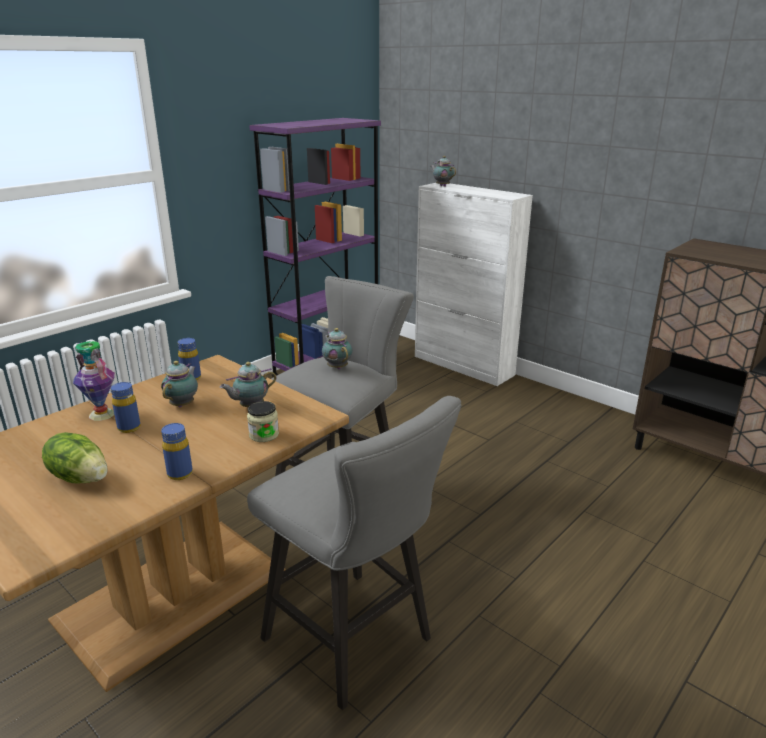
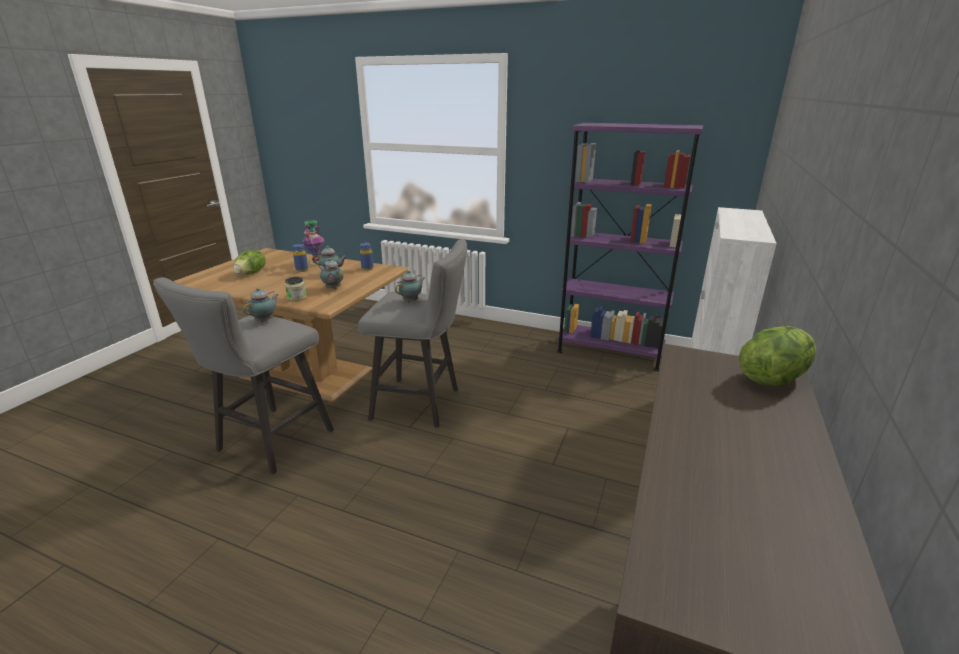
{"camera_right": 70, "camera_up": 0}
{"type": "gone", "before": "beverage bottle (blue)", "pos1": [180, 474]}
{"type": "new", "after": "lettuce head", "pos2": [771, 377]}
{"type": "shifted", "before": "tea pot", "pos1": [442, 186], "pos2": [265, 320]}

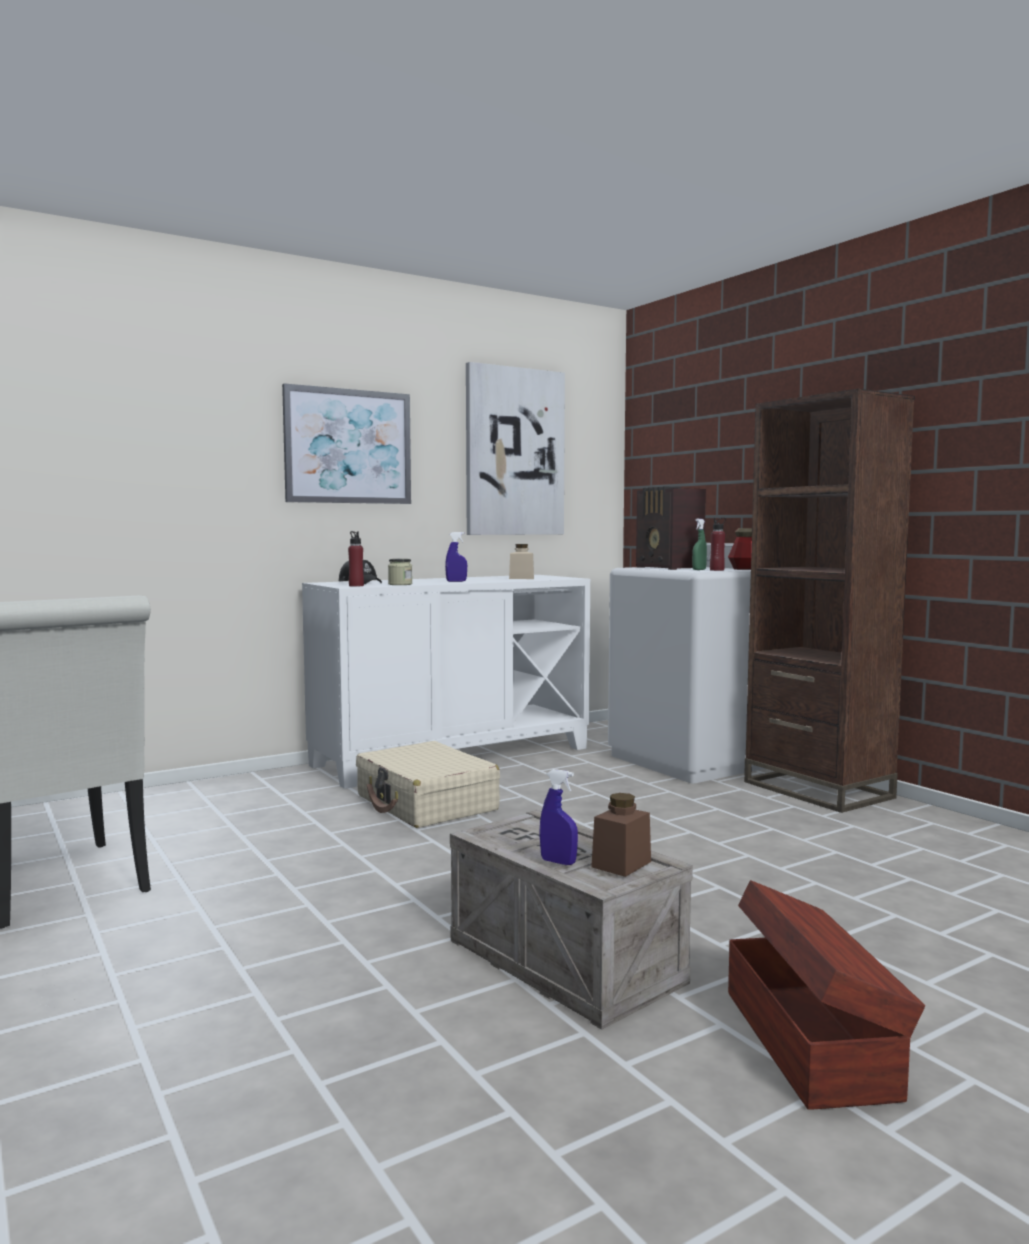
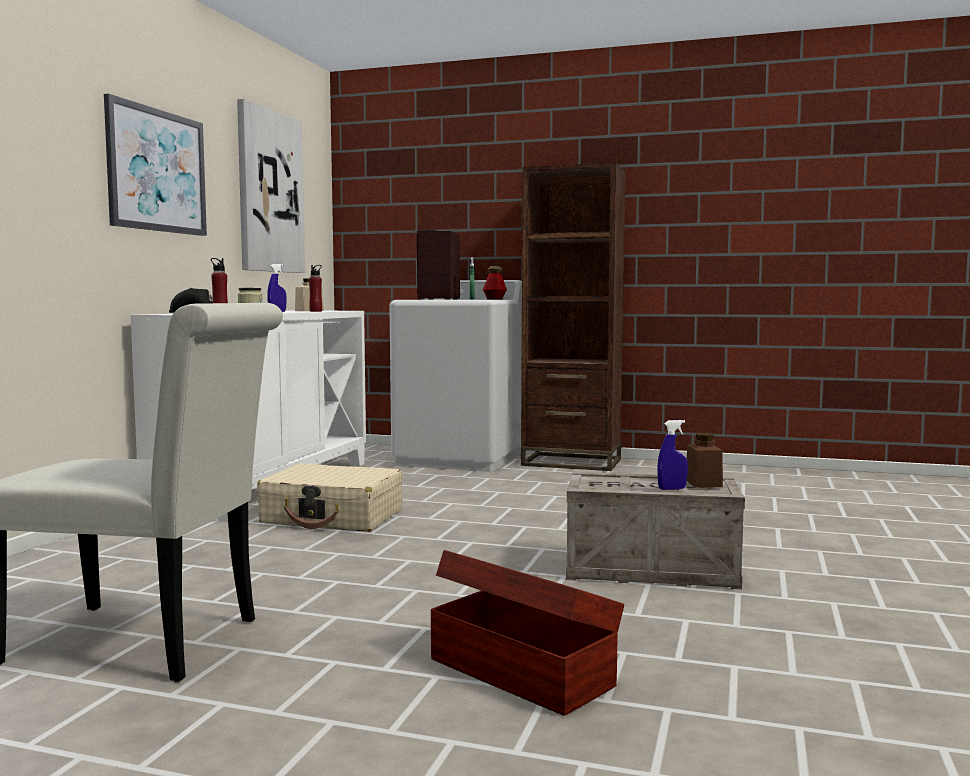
{"camera_right": -40, "camera_up": 0}
{"type": "shifted", "before": "beverage bottle (reddish)", "pos1": [717, 570], "pos2": [316, 311]}
{"type": "shifted", "before": "storage bin (brown)", "pos1": [810, 1041], "pos2": [521, 671]}
{"type": "rotated", "before": "radio receiver", "pos1": [669, 568], "pos2": [437, 299], "turn": 75}

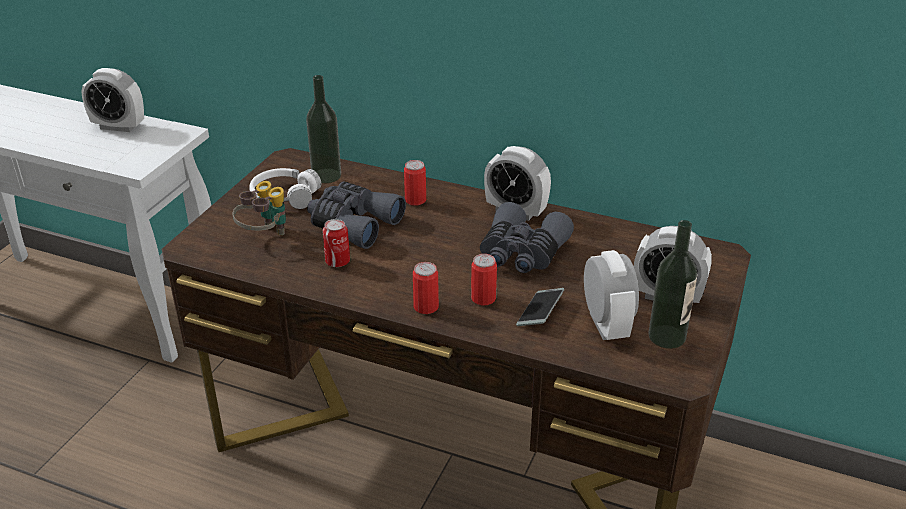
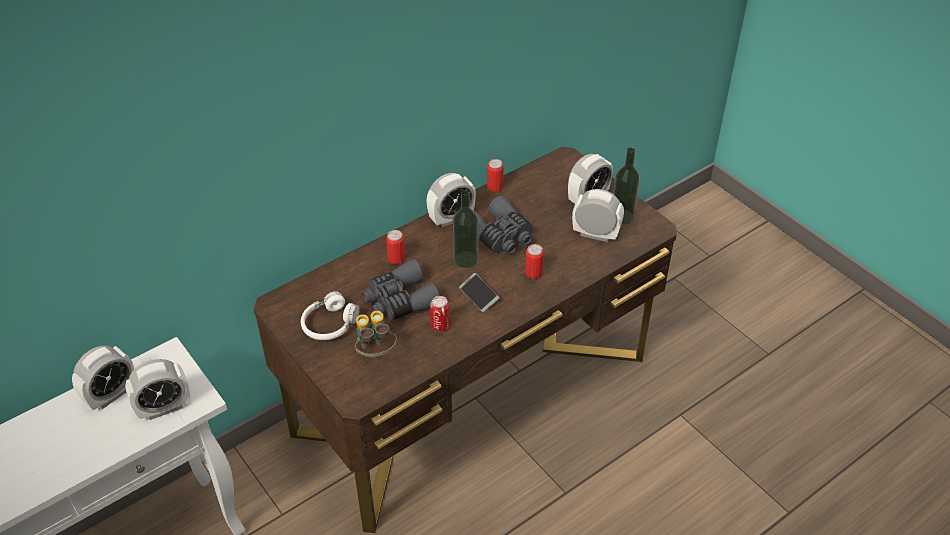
{"camera_right": -60, "camera_up": 10}
{"type": "new", "after": "bedside clock", "pos2": [164, 408]}
{"type": "shifted", "before": "beverage bottle", "pos1": [326, 176], "pos2": [465, 259]}
{"type": "shifted", "before": "metal can", "pos1": [426, 307], "pos2": [495, 187]}
{"type": "shifted", "before": "phone", "pos1": [540, 312], "pos2": [479, 296]}

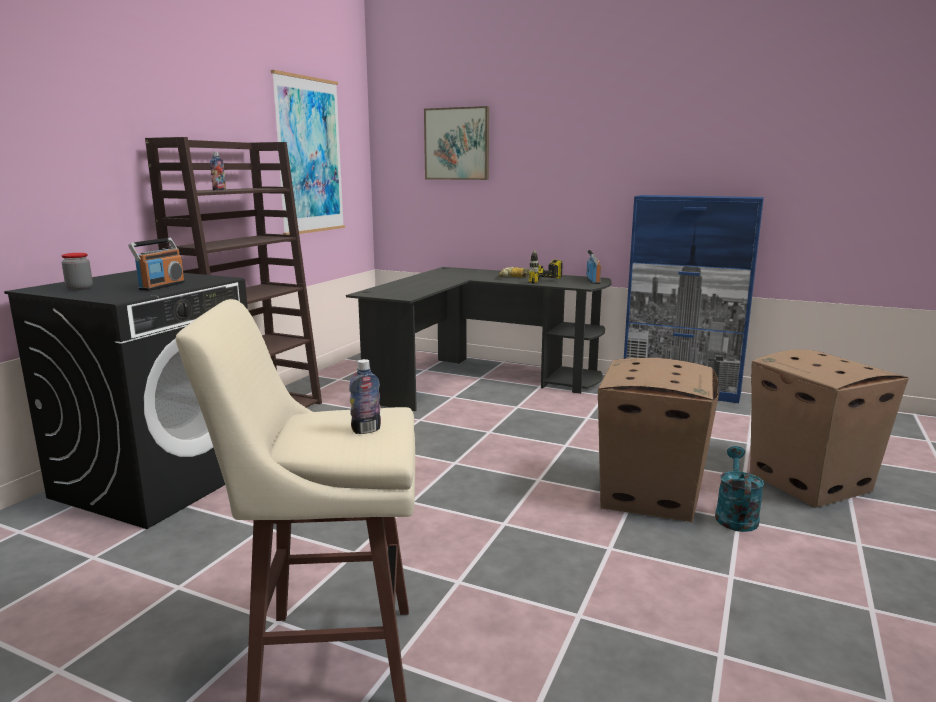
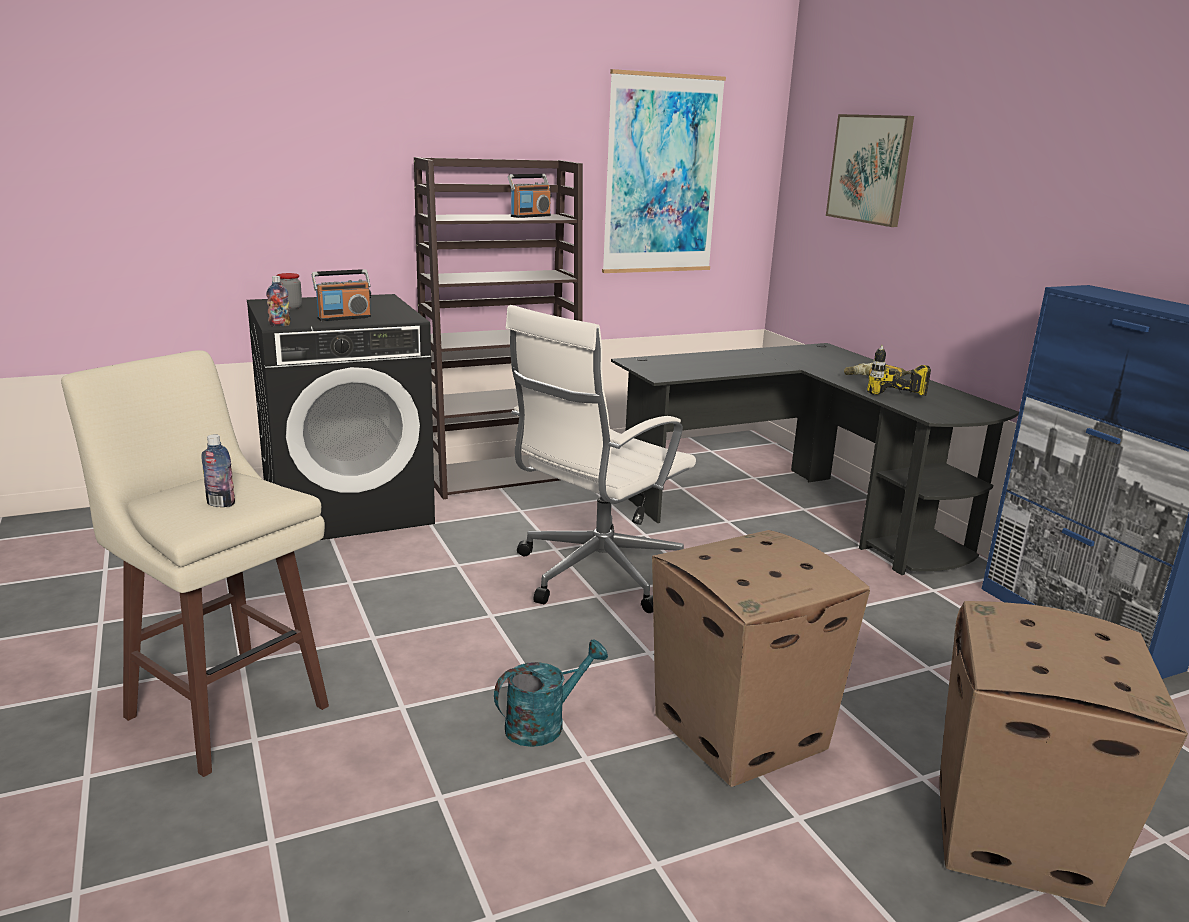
{"camera_right": 40, "camera_up": 5}
{"type": "new", "after": "computer chair (white-coloured)", "pos2": [595, 574]}
{"type": "shifted", "before": "beverage bottle", "pos1": [219, 190], "pos2": [279, 325]}
{"type": "shifted", "before": "radio receiver", "pos1": [593, 281], "pos2": [530, 216]}
{"type": "shifted", "before": "watering can (turquoise)", "pos1": [735, 515], "pos2": [544, 724]}

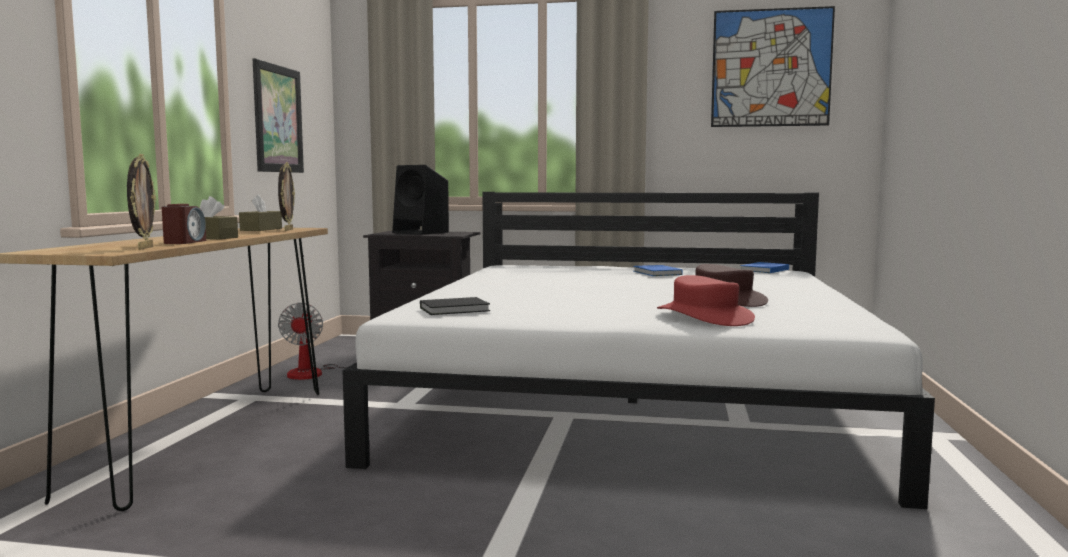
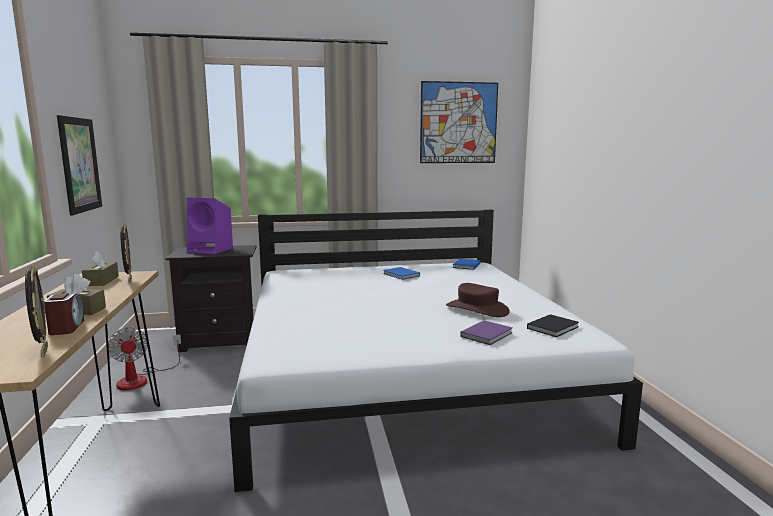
{"camera_right": -20, "camera_up": 5}
{"type": "shifted", "before": "book (black)", "pos1": [456, 309], "pos2": [554, 327]}
{"type": "swapped", "before": "wearable hat (reddish)", "after": "book (purple-coloured)", "pos1": [704, 316], "pos2": [488, 334]}
{"type": "repainted", "before": "loudspeaker (black)", "after": "loudspeaker (purple-coloured)", "pos1": [422, 232], "pos2": [211, 250]}

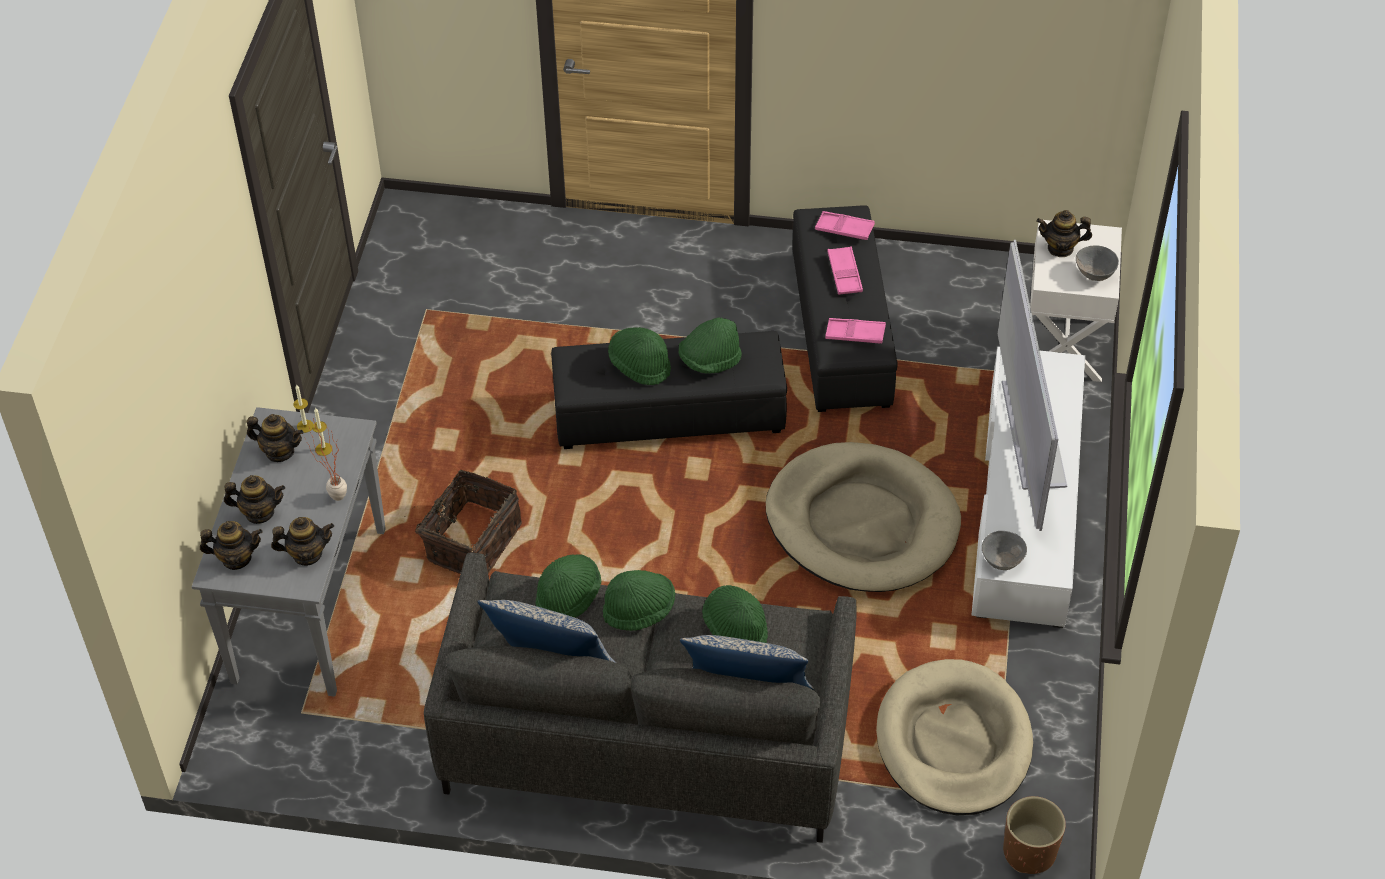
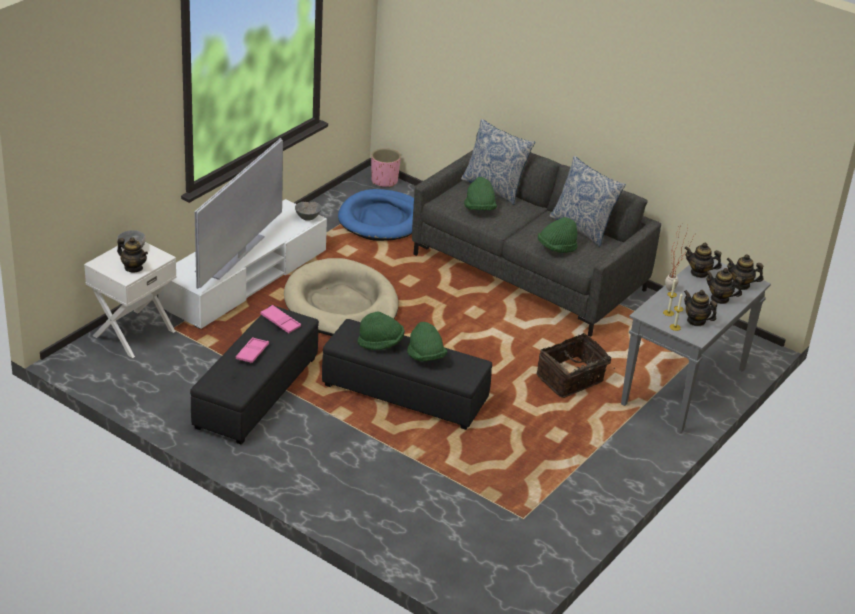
{"camera_right": -155, "camera_up": -15}
{"type": "gone", "before": "wearable hat (green-coloured)", "pos1": [639, 610]}
{"type": "gone", "before": "tray (pinkish)", "pos1": [844, 229]}
{"type": "repainted", "before": "pet bed (beige)", "after": "pet bed (blue)", "pos1": [953, 742], "pos2": [381, 219]}
{"type": "repainted", "before": "flower pot (brown)", "after": "flower pot (pinkish)", "pos1": [1029, 852], "pos2": [384, 181]}

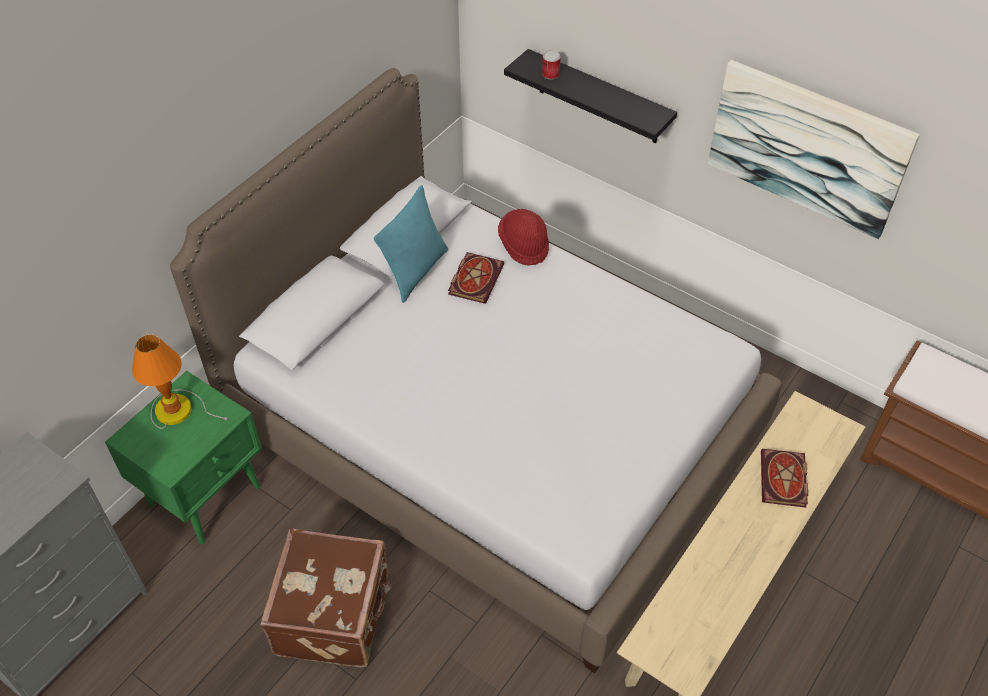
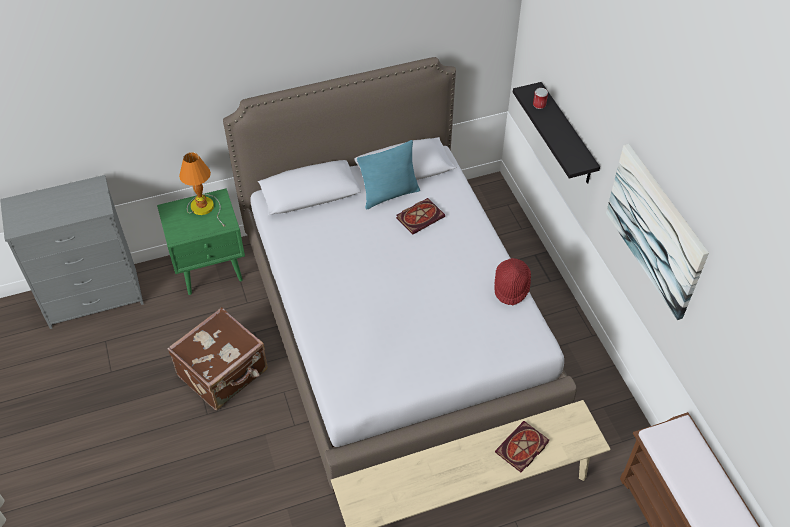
{"camera_right": 35, "camera_up": 0}
{"type": "shifted", "before": "wearable hat (reddish)", "pos1": [524, 245], "pos2": [511, 287]}

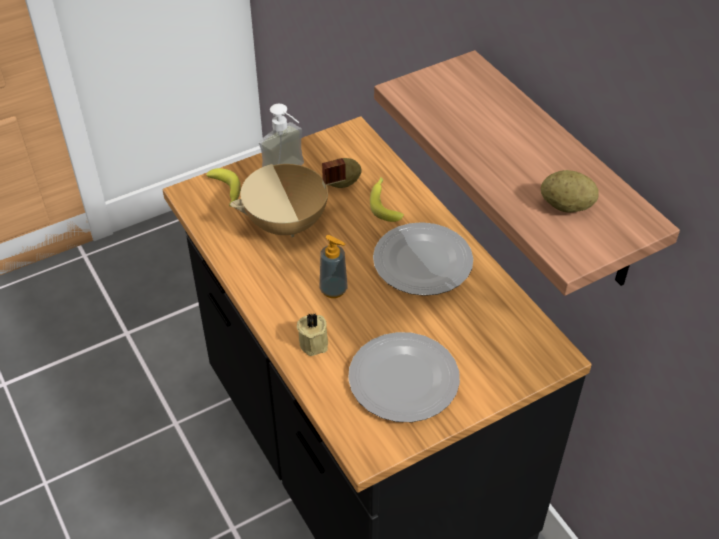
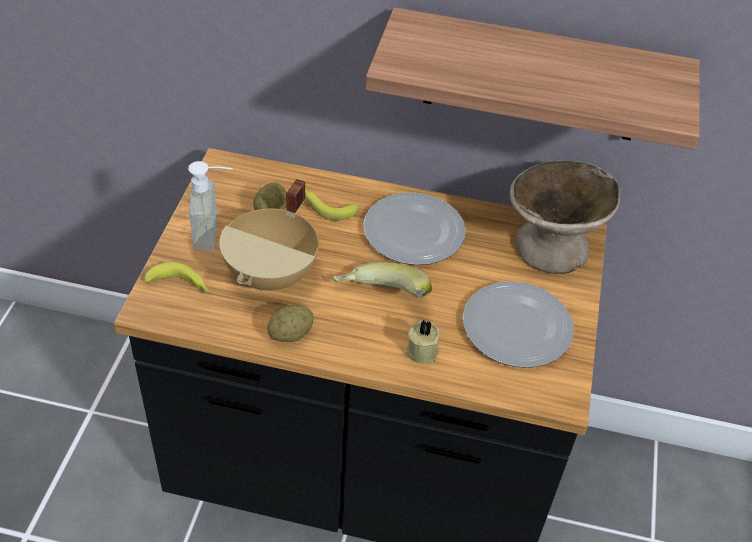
{"camera_right": -50, "camera_up": 0}
{"type": "new", "after": "bowl (beige)", "pos2": [551, 247]}
{"type": "shifted", "before": "spud", "pos1": [566, 206], "pos2": [291, 334]}
{"type": "swapped", "before": "soap dispenser", "after": "whole banana", "pos1": [333, 290], "pos2": [380, 300]}

